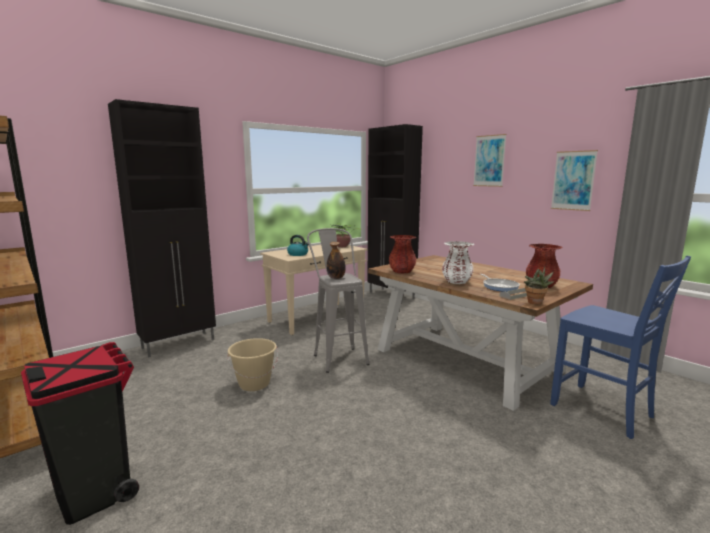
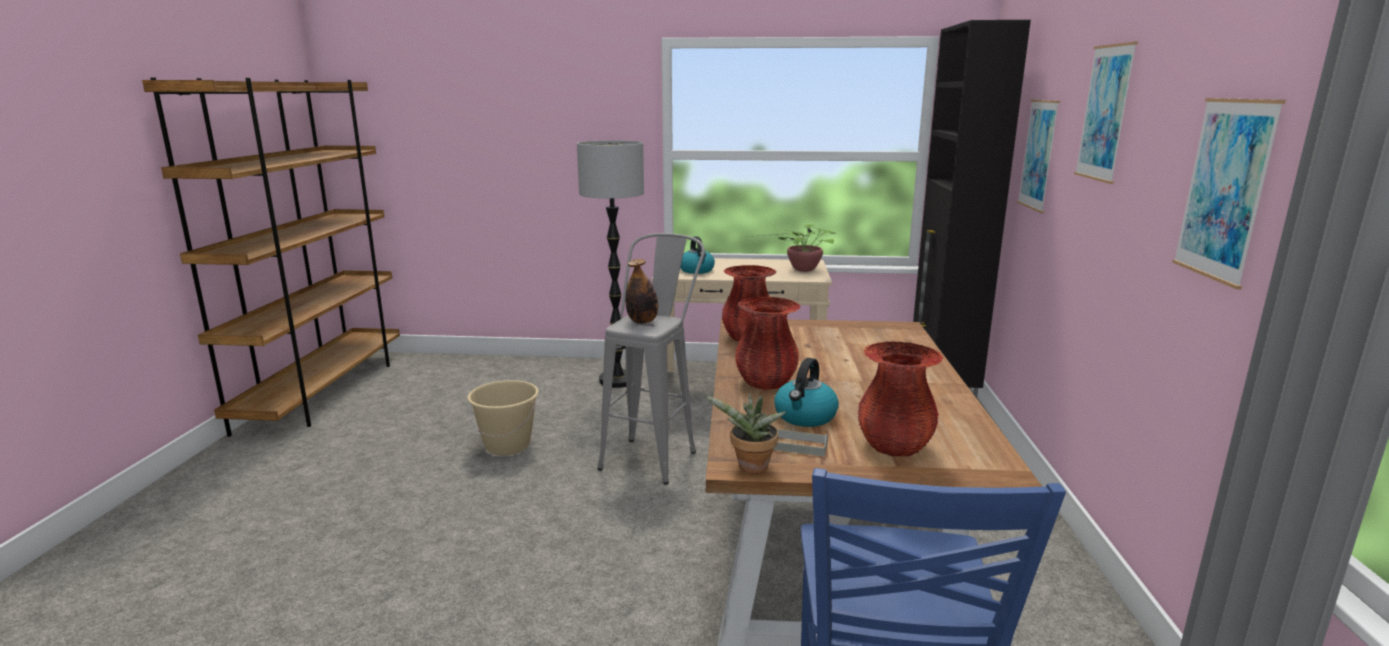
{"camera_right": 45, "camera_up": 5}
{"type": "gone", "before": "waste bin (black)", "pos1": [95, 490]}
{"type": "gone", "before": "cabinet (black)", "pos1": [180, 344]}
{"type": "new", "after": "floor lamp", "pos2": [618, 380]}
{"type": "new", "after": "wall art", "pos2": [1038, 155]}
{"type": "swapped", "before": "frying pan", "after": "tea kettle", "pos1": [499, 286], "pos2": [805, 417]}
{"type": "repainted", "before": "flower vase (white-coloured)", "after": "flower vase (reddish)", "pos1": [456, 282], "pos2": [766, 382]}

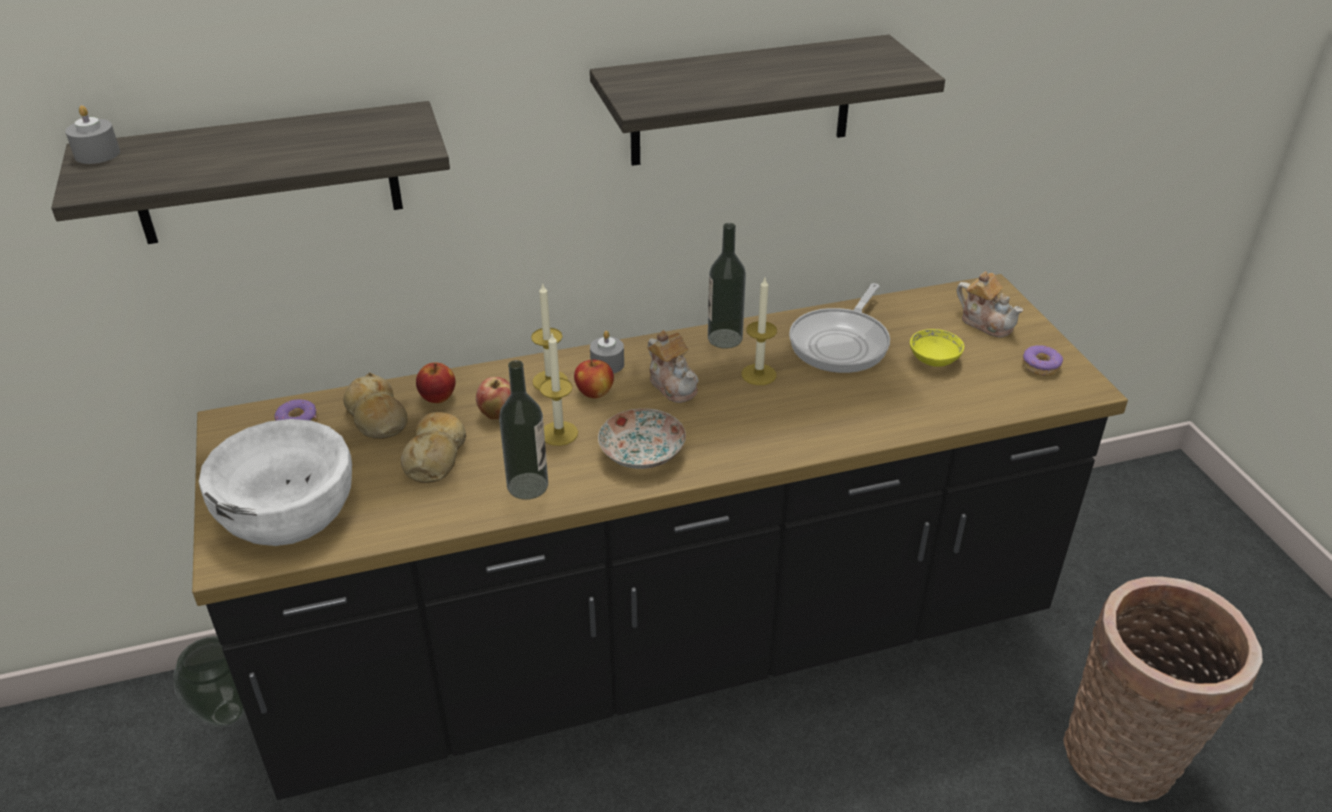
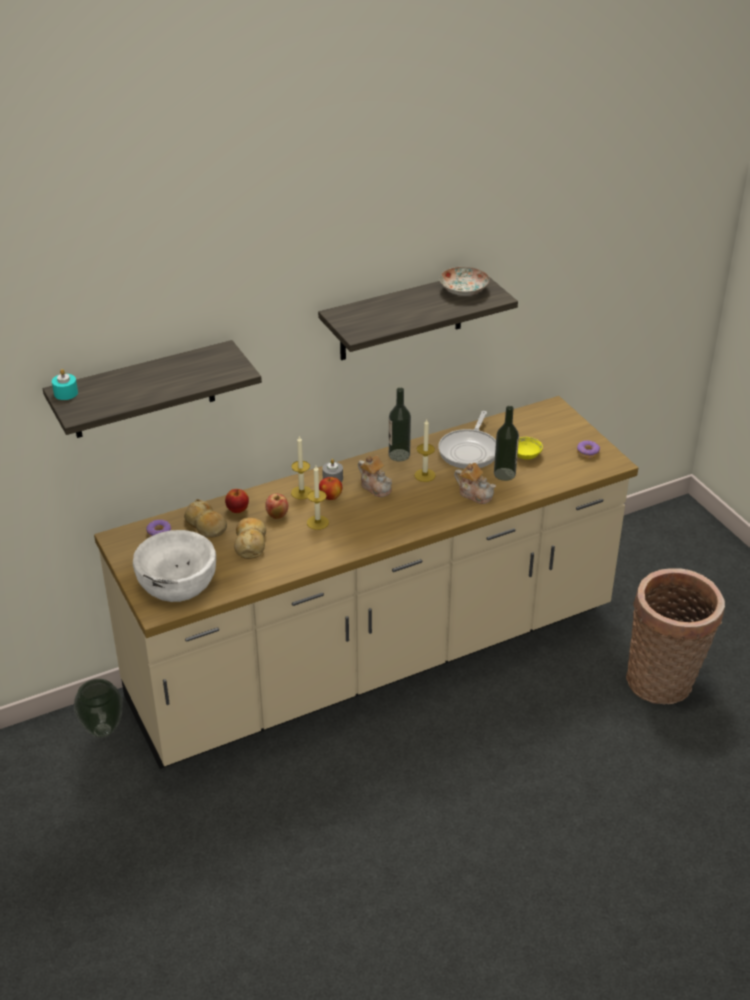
{"camera_right": -10, "camera_up": 0}
{"type": "shifted", "before": "beverage bottle", "pos1": [527, 486], "pos2": [504, 474]}
{"type": "shifted", "before": "dinner plate", "pos1": [642, 453], "pos2": [464, 290]}
{"type": "shifted", "before": "tea pot", "pos1": [986, 322], "pos2": [475, 494]}
{"type": "repainted", "before": "candle (grey)", "after": "candle (turquoise)", "pos1": [97, 154], "pos2": [66, 393]}
{"type": "repainted", "before": "kitchen counter (black)", "after": "kitchen counter (beige)", "pos1": [666, 650], "pos2": [375, 658]}

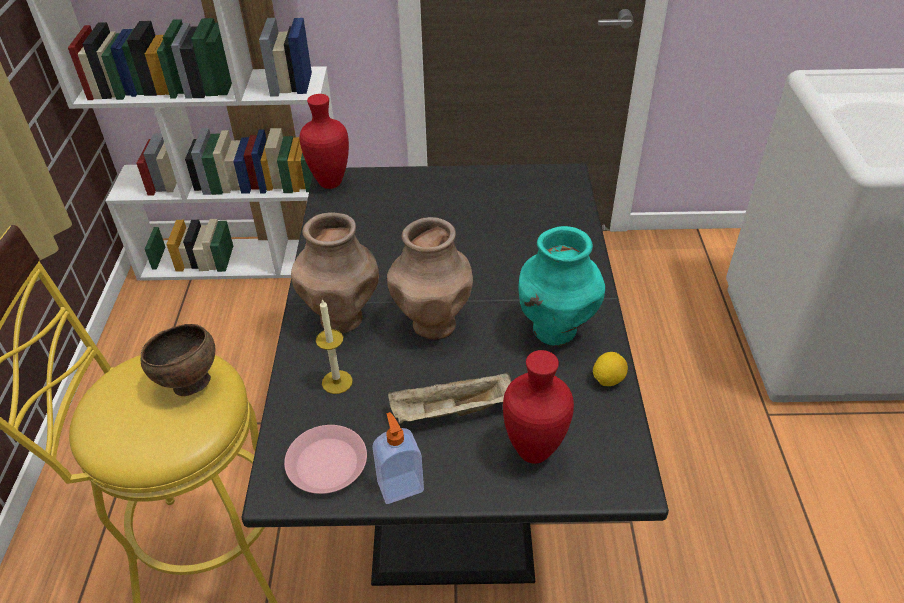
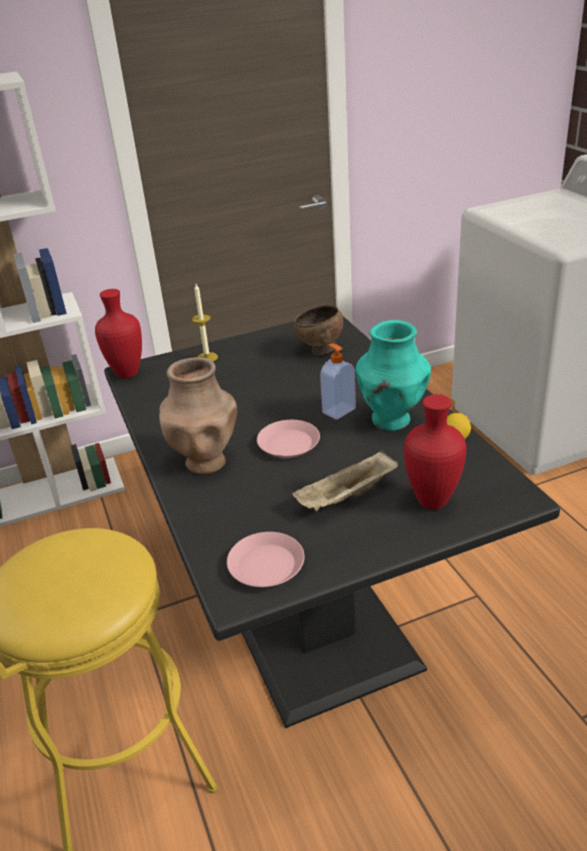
{"camera_right": -20, "camera_up": -10}
{"type": "shifted", "before": "bowl (brown)", "pos1": [188, 384], "pos2": [320, 351]}
{"type": "shifted", "before": "candle", "pos1": [337, 382], "pos2": [207, 357]}
{"type": "shifted", "before": "soap dispenser", "pos1": [400, 486], "pos2": [338, 410]}
{"type": "swapped", "before": "flower vase (brown)", "after": "dinner plate (pinkish)", "pos1": [433, 323], "pos2": [289, 443]}

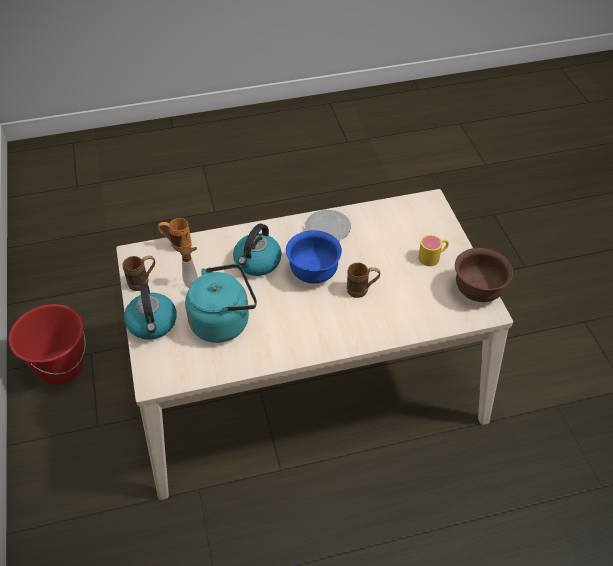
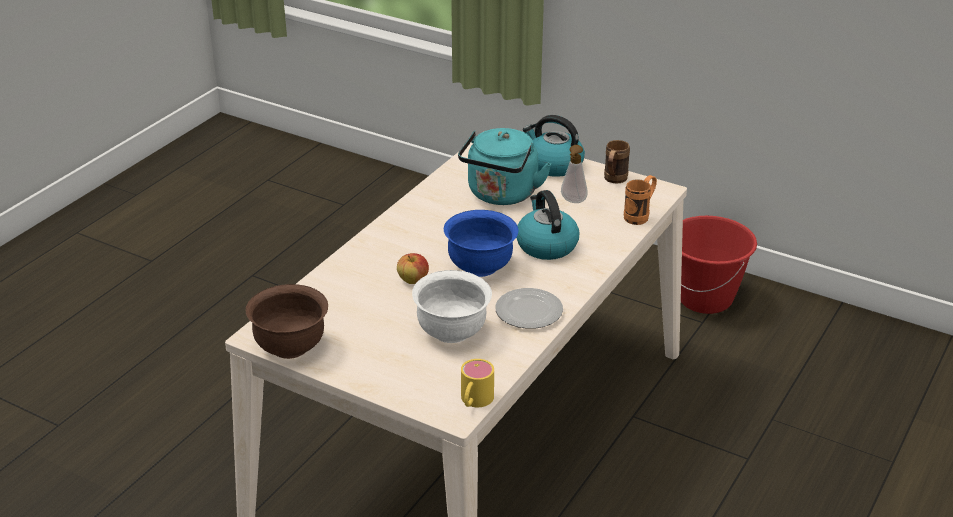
{"camera_right": 135, "camera_up": -15}
{"type": "new", "after": "bowl (white-coloured)", "pos2": [452, 332]}
{"type": "shifted", "before": "coffee mug (yellow)", "pos1": [433, 257], "pos2": [474, 401]}
{"type": "swapped", "before": "coffee mug (brown)", "after": "apple", "pos1": [362, 290], "pos2": [413, 280]}

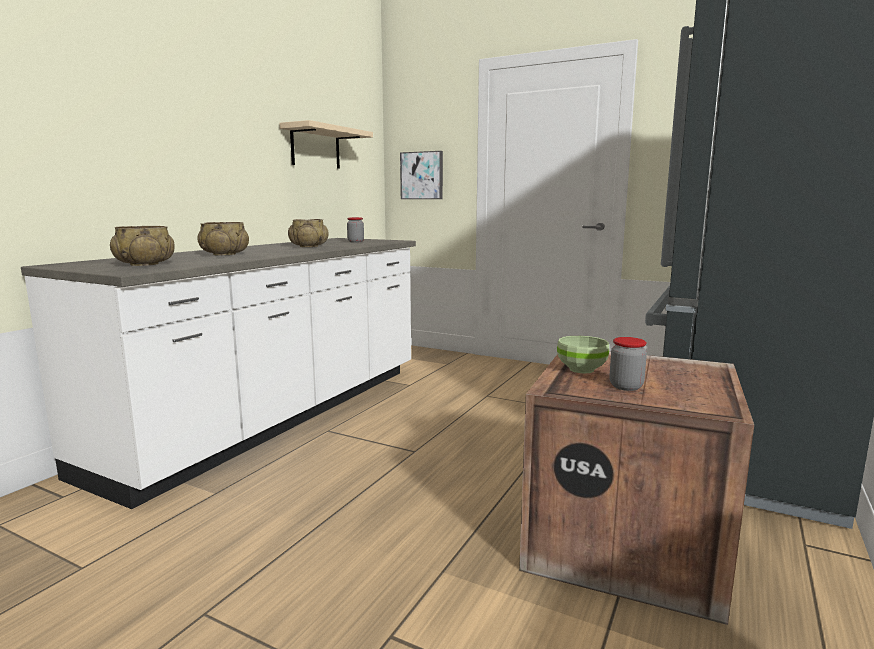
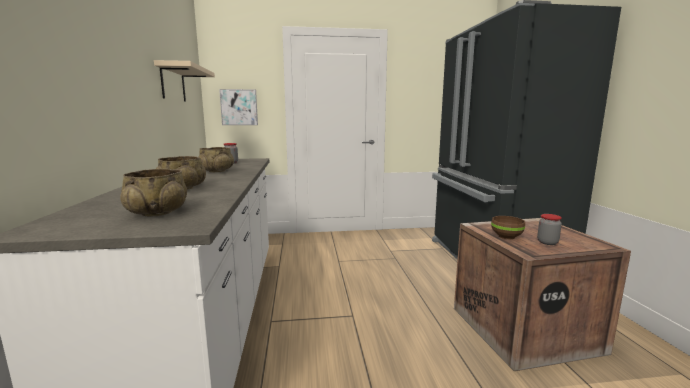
{"camera_right": -35, "camera_up": 0}
{"type": "repainted", "before": "bowl (green-coloured)", "after": "bowl (brown)", "pos1": [581, 369], "pos2": [506, 236]}

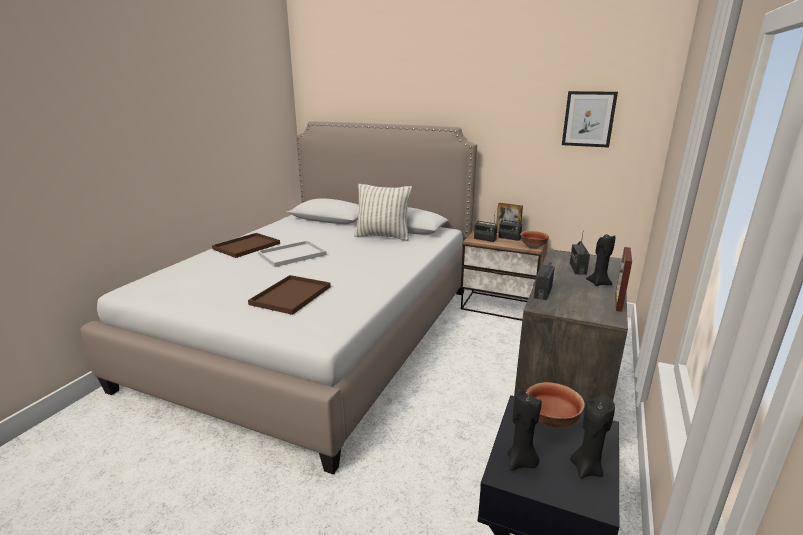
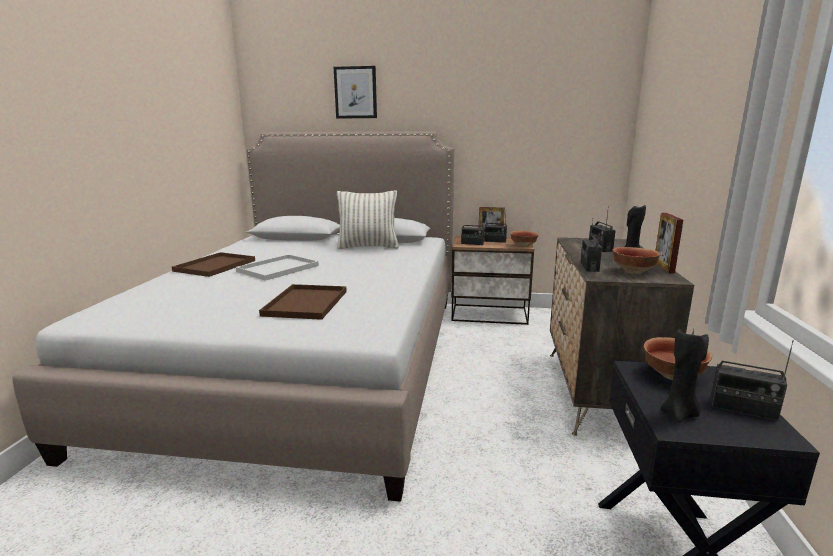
{"camera_right": -15, "camera_up": -5}
{"type": "new", "after": "bowl", "pos2": [632, 271]}
{"type": "shifted", "before": "wall art", "pos1": [588, 119], "pos2": [355, 92]}
{"type": "swapped", "before": "candle (black)", "after": "radio receiver", "pos1": [586, 468], "pos2": [742, 409]}

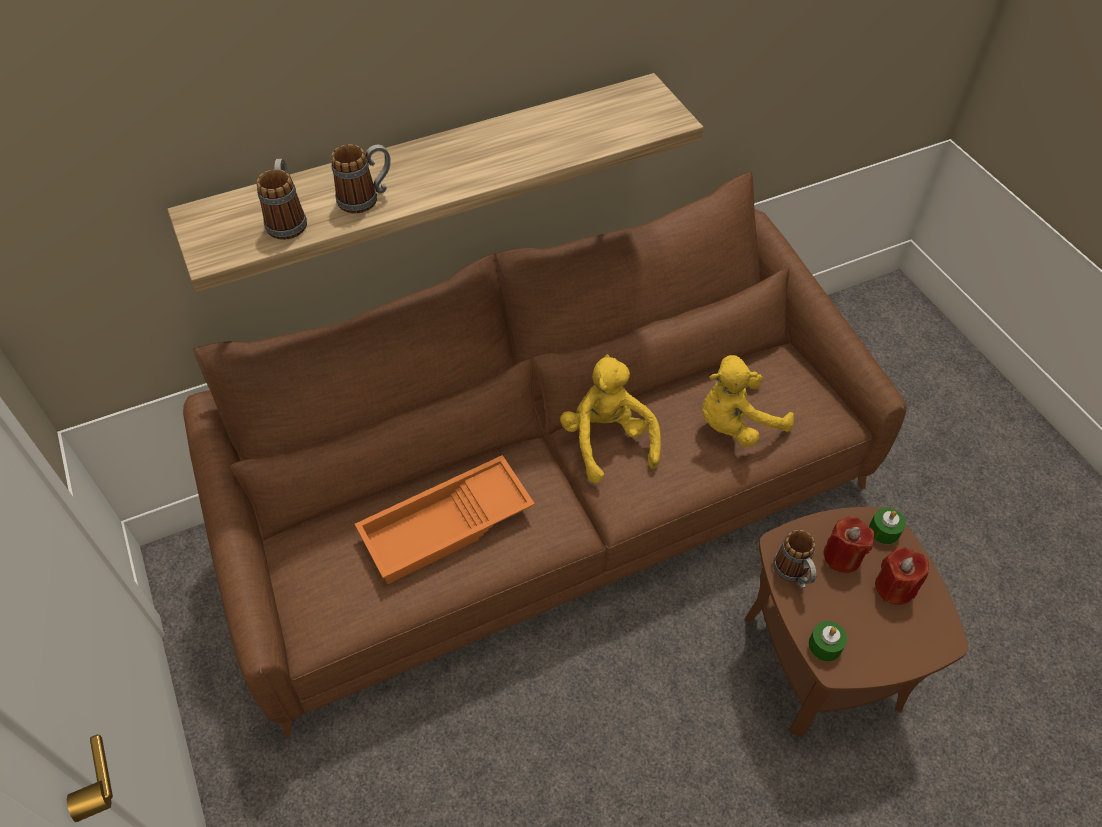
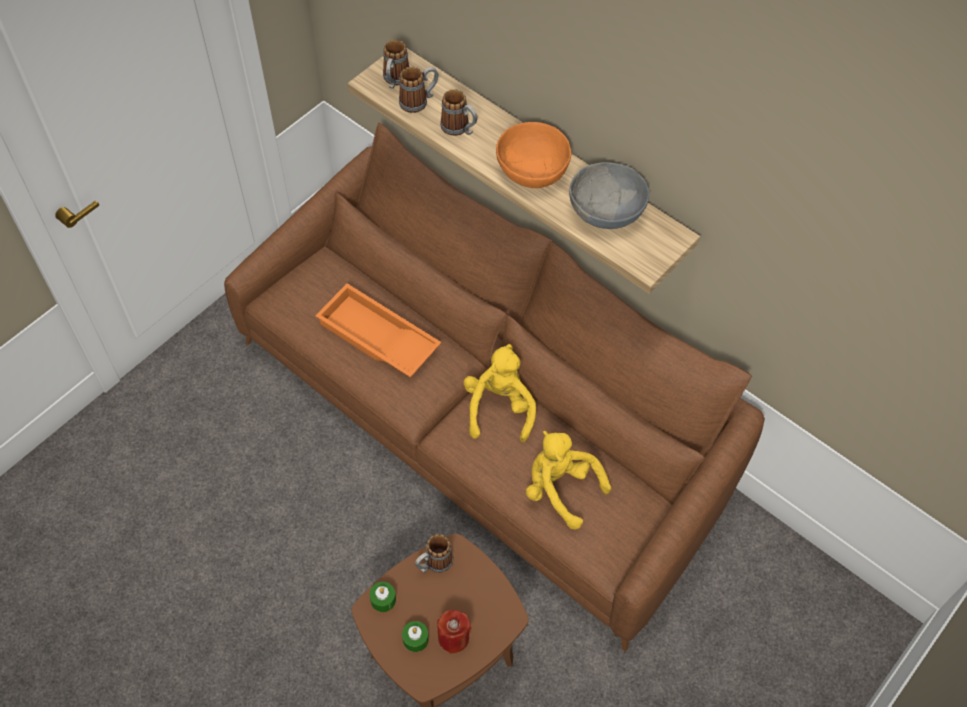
{"camera_right": 65, "camera_up": 5}
{"type": "gone", "before": "candle (reddish)", "pos1": [842, 556]}
{"type": "new", "after": "coffee mug", "pos2": [395, 81]}
{"type": "new", "after": "bowl (orange)", "pos2": [533, 170]}
{"type": "new", "after": "bowl (grey)", "pos2": [606, 211]}
{"type": "shifted", "before": "candle (green-coloured)", "pos1": [884, 531], "pos2": [415, 639]}
{"type": "rotated", "before": "soft toy (yellow)", "pos1": [607, 441], "pos2": [499, 408], "turn": -45}

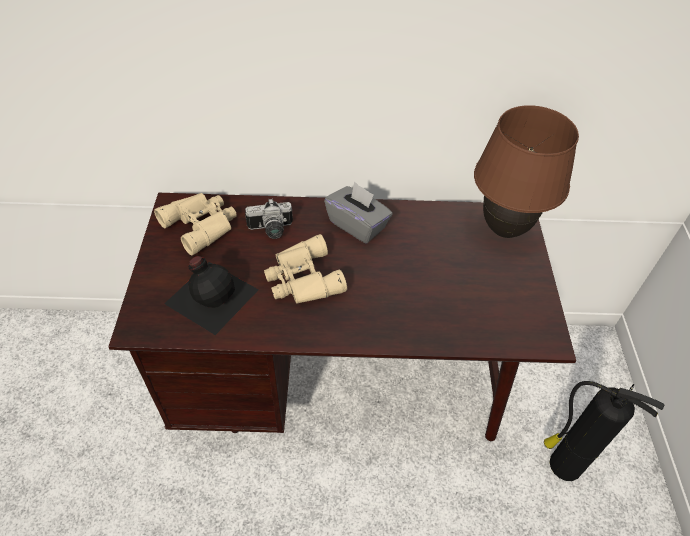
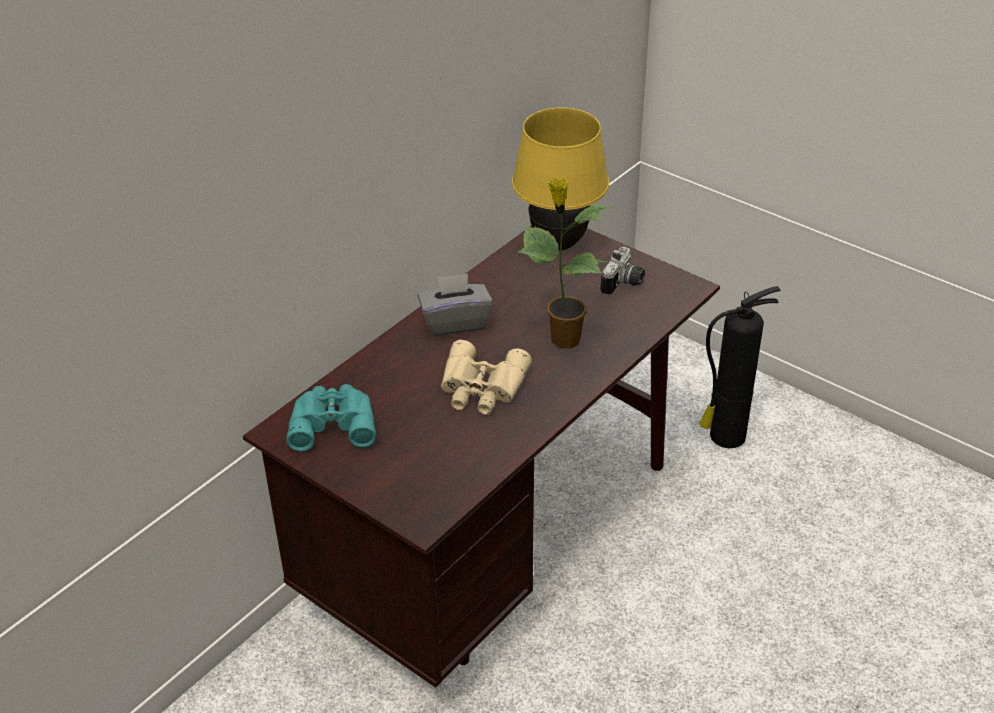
{"camera_right": -50, "camera_up": -10}
{"type": "gone", "before": "beverage bottle (black)", "pos1": [211, 295]}
{"type": "new", "after": "plant in a pot", "pos2": [563, 339]}
{"type": "shifted", "before": "still camera", "pos1": [271, 230], "pos2": [624, 284]}
{"type": "repainted", "before": "field glasses (beige)", "after": "field glasses (turquoise)", "pos1": [202, 224], "pos2": [332, 422]}
{"type": "repainted", "before": "lamp for a table (brown)", "after": "lamp for a table (yellow)", "pos1": [504, 229], "pos2": [558, 244]}

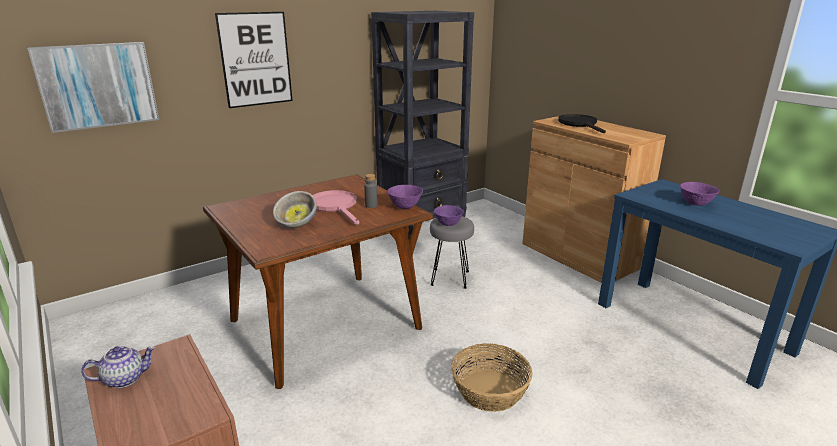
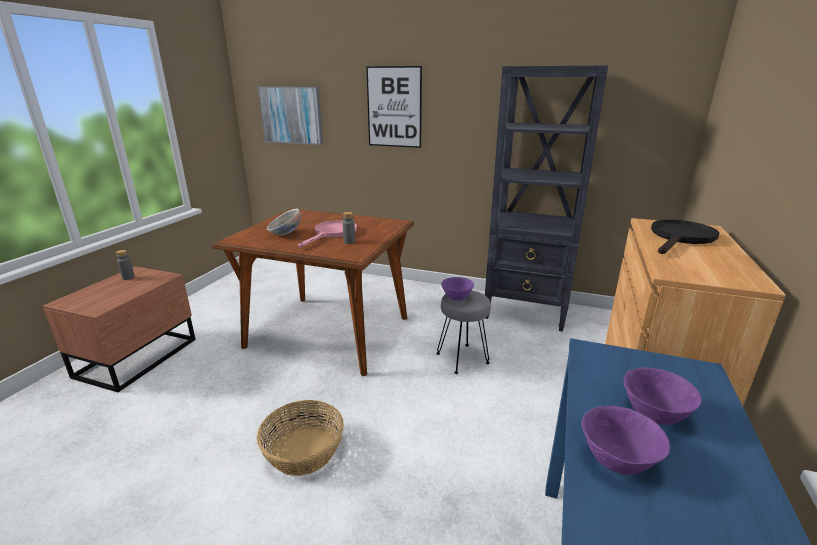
{"camera_right": 55, "camera_up": 0}
{"type": "shifted", "before": "bowl (purple-coloured)", "pos1": [405, 207], "pos2": [617, 461]}
{"type": "swapped", "before": "tea pot", "after": "beverage bottle (grey)", "pos1": [125, 378], "pos2": [128, 277]}

